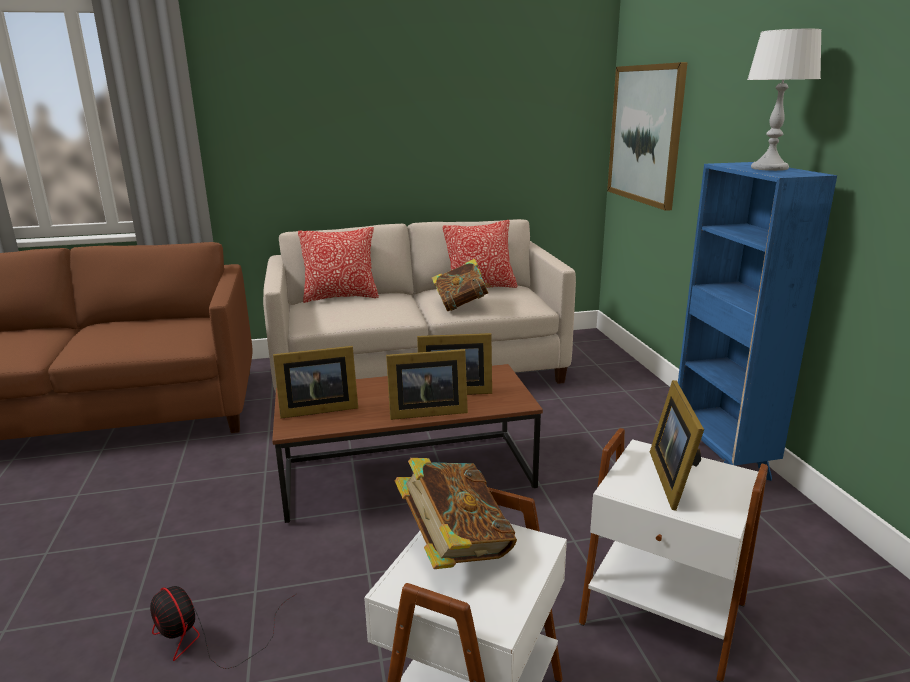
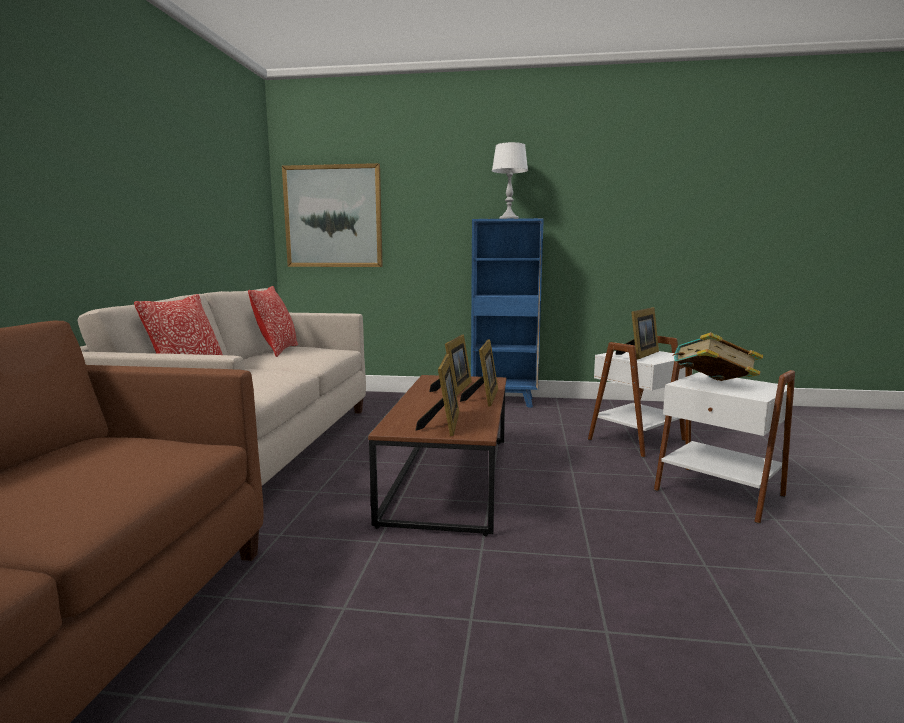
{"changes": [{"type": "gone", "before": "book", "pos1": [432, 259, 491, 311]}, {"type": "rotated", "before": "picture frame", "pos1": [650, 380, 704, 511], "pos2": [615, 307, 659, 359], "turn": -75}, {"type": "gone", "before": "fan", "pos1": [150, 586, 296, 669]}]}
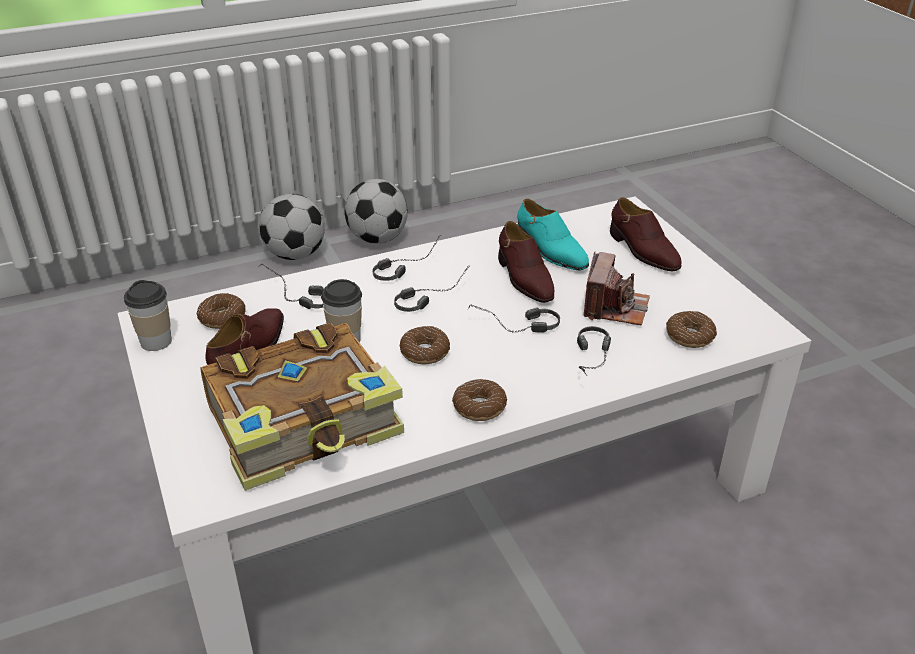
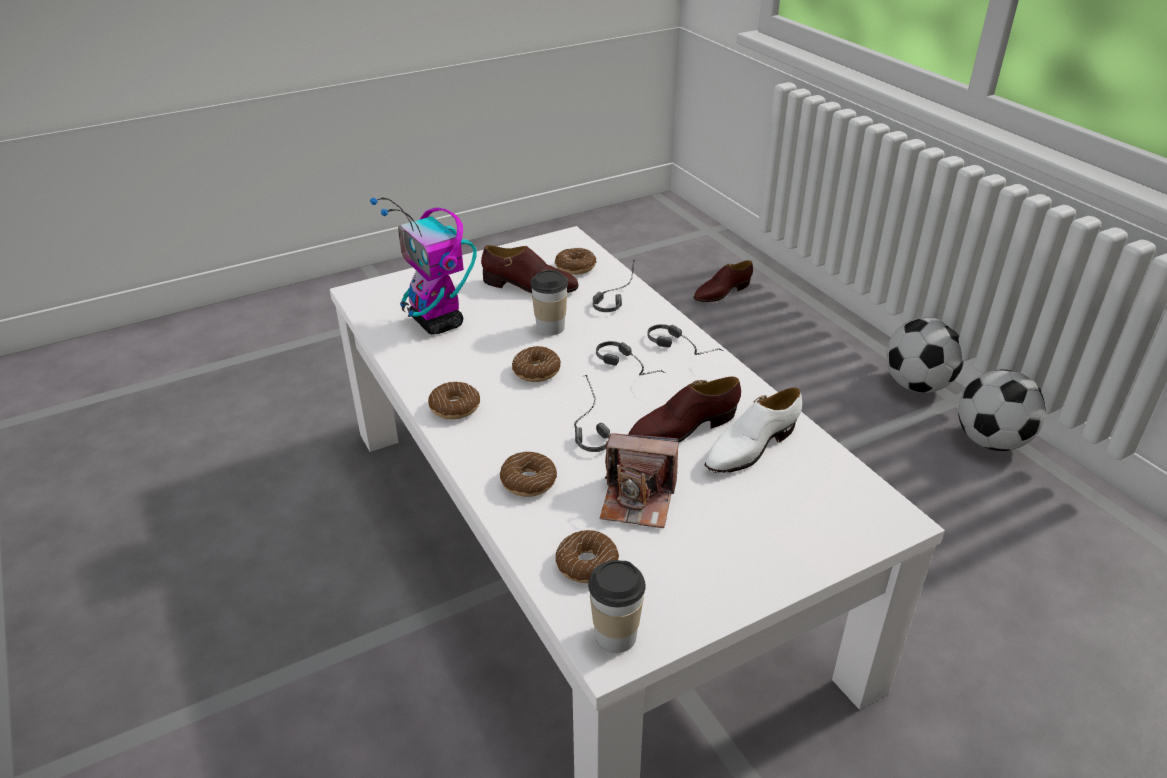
{"changes": [{"type": "shifted", "before": "brown shoe", "pos1": [610, 197, 682, 271], "pos2": [693, 260, 753, 302]}, {"type": "repainted", "before": "turquoise shoe", "after": "white shoe", "pos1": [517, 199, 589, 270], "pos2": [705, 387, 802, 473]}, {"type": "shifted", "before": "cup", "pos1": [124, 280, 172, 351], "pos2": [588, 560, 646, 653]}, {"type": "swapped", "before": "book", "after": "toy robot", "pos1": [200, 323, 404, 491], "pos2": [370, 197, 477, 334]}, {"type": "swapped", "before": "headphones", "after": "donut", "pos1": [577, 326, 611, 376], "pos2": [500, 452, 557, 497]}]}
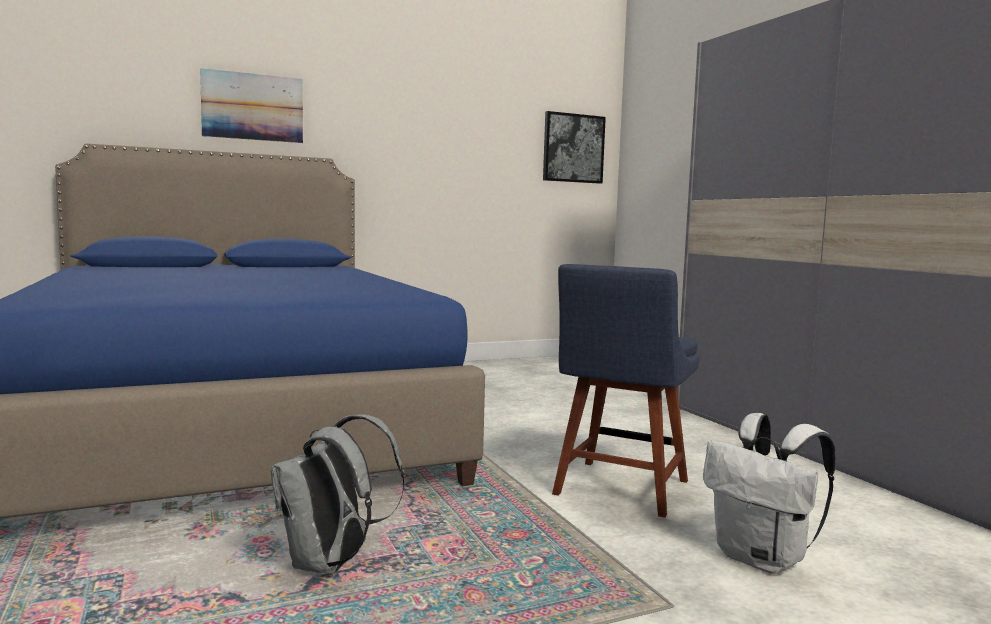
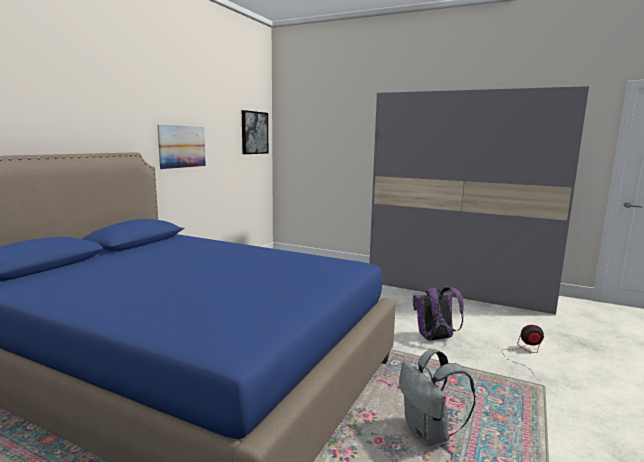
{"changes": [{"type": "shifted", "before": "picture", "pos1": [200, 68, 303, 143], "pos2": [157, 125, 206, 169]}, {"type": "swapped", "before": "blue chair", "after": "purple backpack", "pos1": [552, 264, 699, 518], "pos2": [413, 287, 464, 341]}, {"type": "swapped", "before": "white backpack", "after": "fan", "pos1": [703, 413, 836, 574], "pos2": [502, 325, 544, 374]}]}
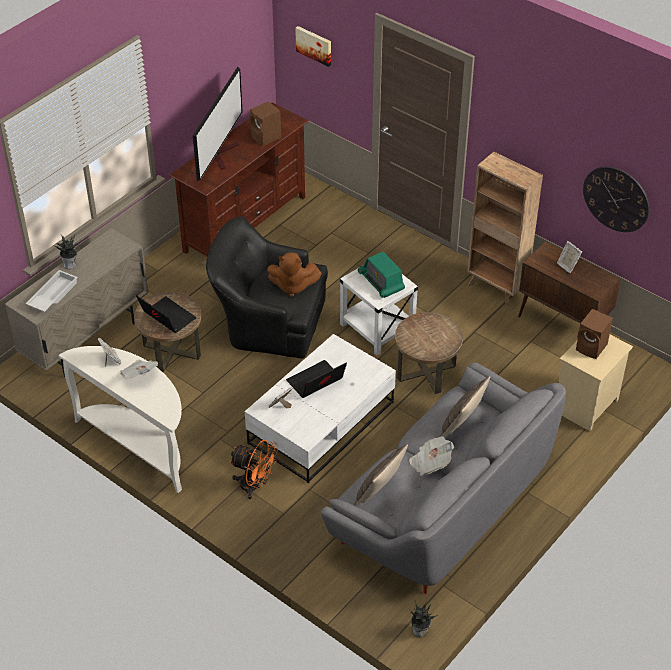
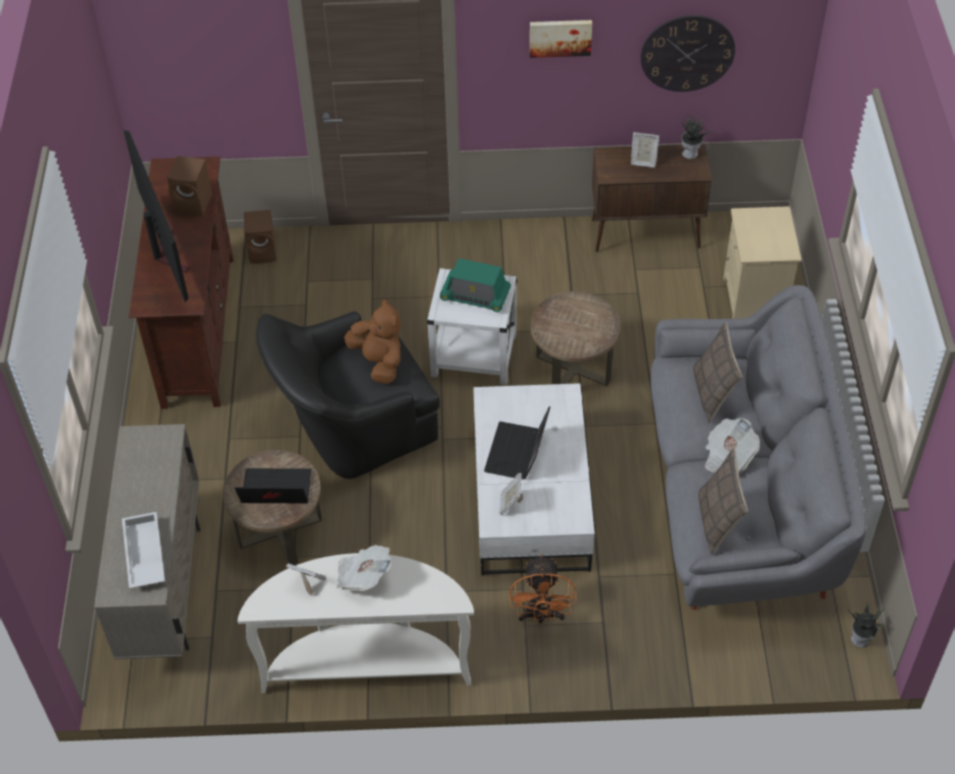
{"changes": [{"type": "shifted", "before": "picture", "pos1": [295, 26, 331, 67], "pos2": [530, 20, 592, 58]}, {"type": "gone", "before": "brown bookcase", "pos1": [467, 152, 543, 305]}, {"type": "shifted", "before": "potted plant", "pos1": [53, 235, 77, 269], "pos2": [681, 115, 712, 159]}, {"type": "rotated", "before": "brown plush toy", "pos1": [267, 253, 322, 297], "pos2": [344, 299, 401, 384], "turn": -90}, {"type": "shifted", "before": "brown speaker", "pos1": [576, 309, 613, 359], "pos2": [244, 210, 276, 264]}, {"type": "rotated", "before": "orange fan", "pos1": [229, 440, 278, 499], "pos2": [509, 554, 576, 623], "turn": 105}]}
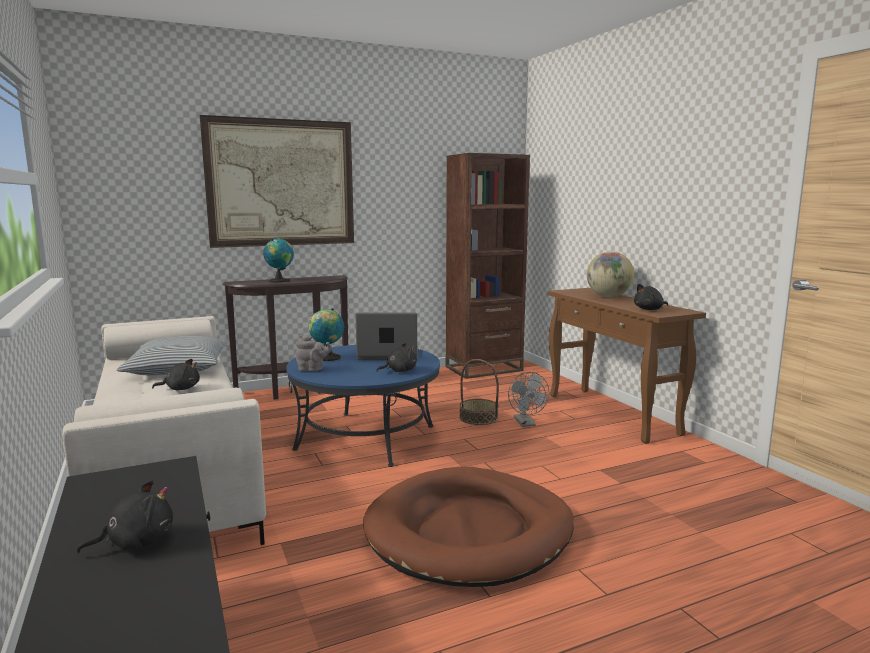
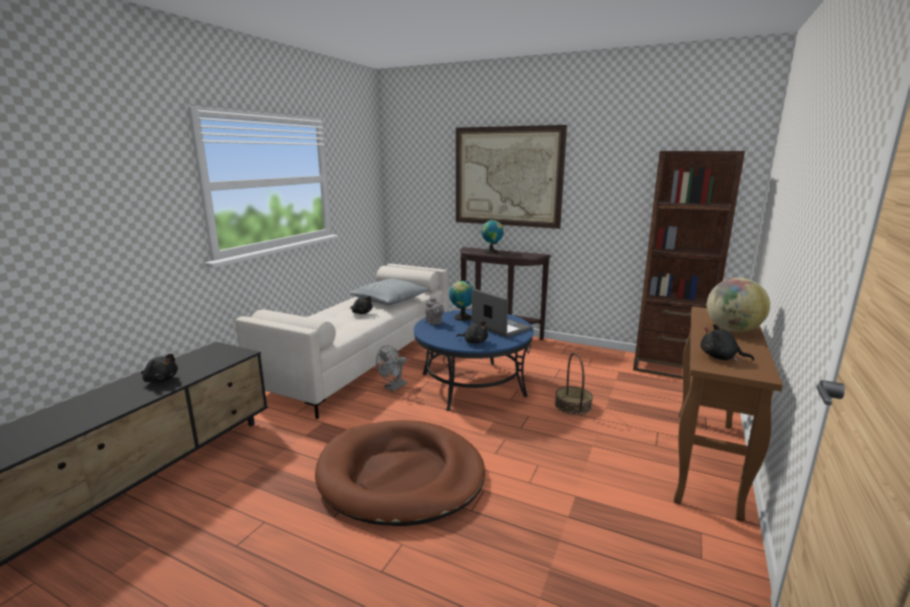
{"changes": [{"type": "shifted", "before": "grey fan", "pos1": [508, 372, 549, 427], "pos2": [376, 345, 407, 391]}]}
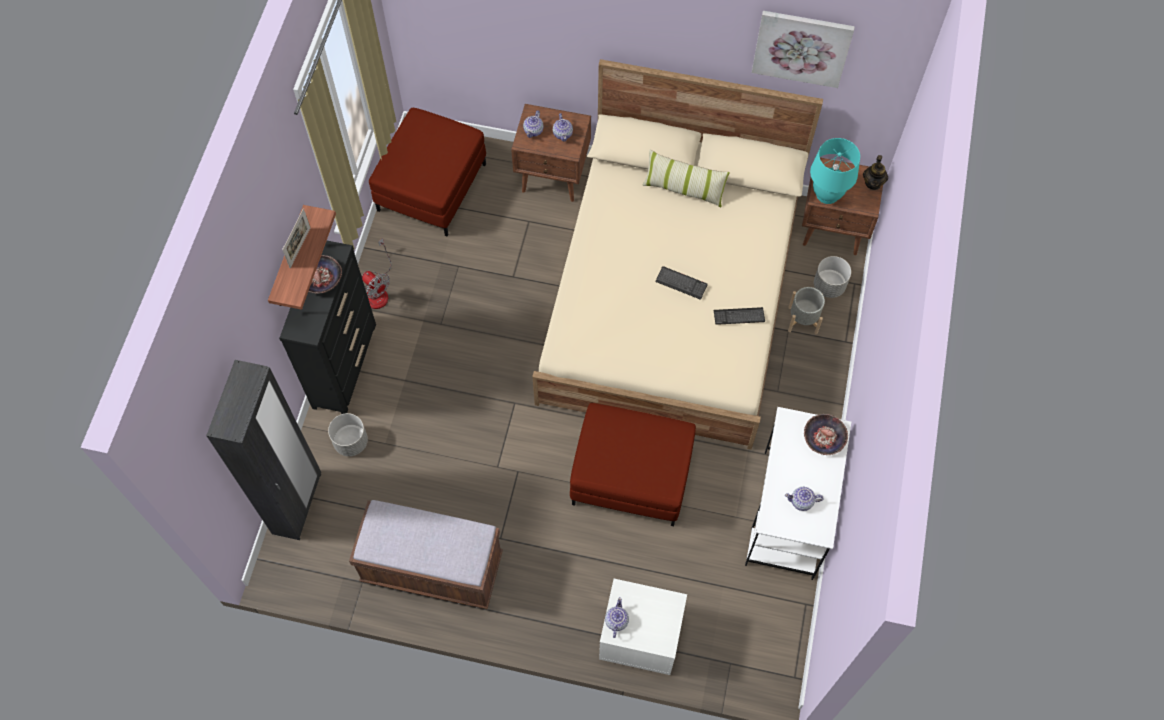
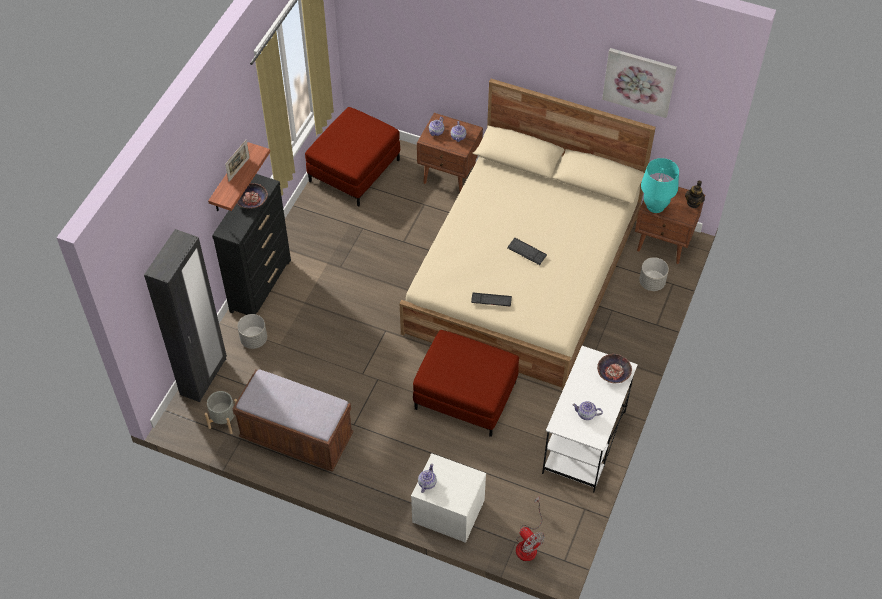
{"changes": [{"type": "gone", "before": "pillow", "pos1": [642, 150, 730, 207]}, {"type": "shifted", "before": "fan", "pos1": [362, 238, 391, 309], "pos2": [516, 496, 545, 561]}, {"type": "shifted", "before": "grey planter", "pos1": [788, 287, 825, 334], "pos2": [205, 391, 237, 434]}, {"type": "shifted", "before": "keyboard", "pos1": [714, 307, 765, 325], "pos2": [471, 292, 512, 306]}]}
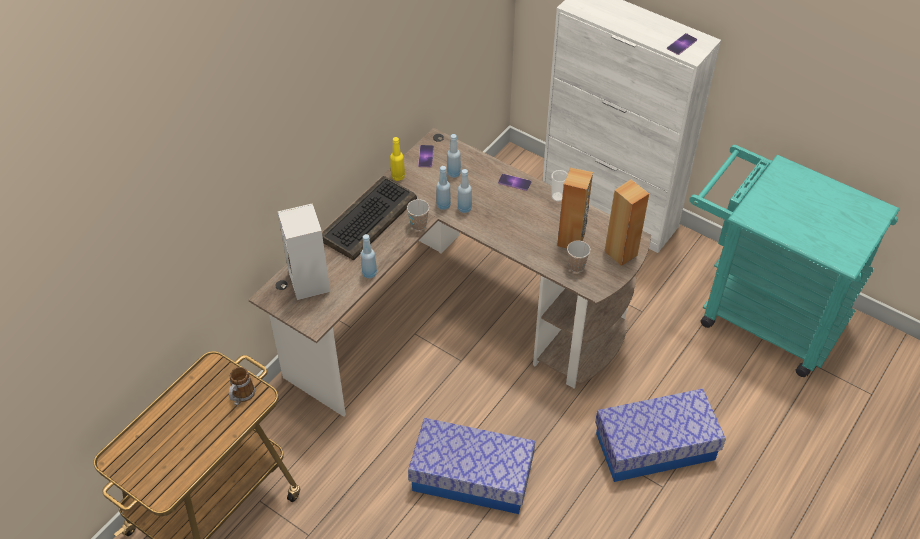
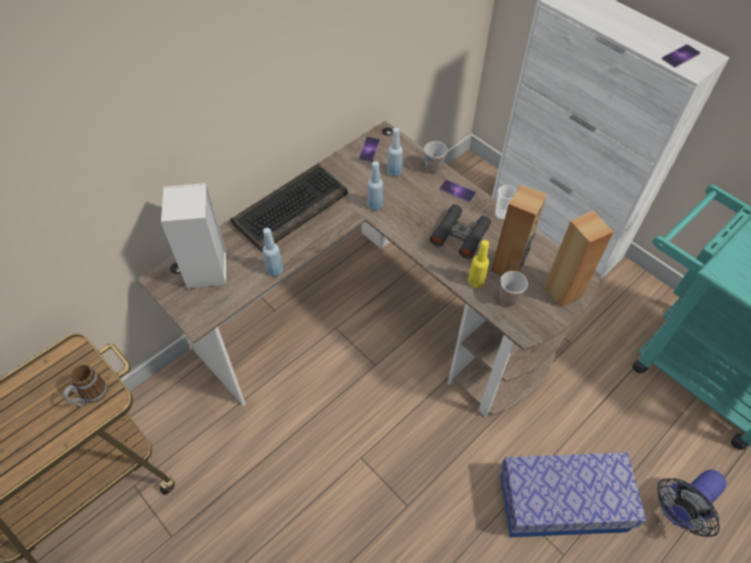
{"changes": [{"type": "shifted", "before": "yellow bottle", "pos1": [390, 137, 405, 181], "pos2": [468, 240, 489, 288]}, {"type": "gone", "before": "blue bottle", "pos1": [458, 169, 472, 213]}, {"type": "shifted", "before": "cup", "pos1": [407, 199, 429, 230], "pos2": [424, 141, 447, 174]}, {"type": "gone", "before": "storage box", "pos1": [408, 418, 535, 514]}, {"type": "new", "after": "black binoculars", "pos2": [430, 204, 491, 259]}, {"type": "new", "after": "fan", "pos2": [657, 470, 726, 537]}]}
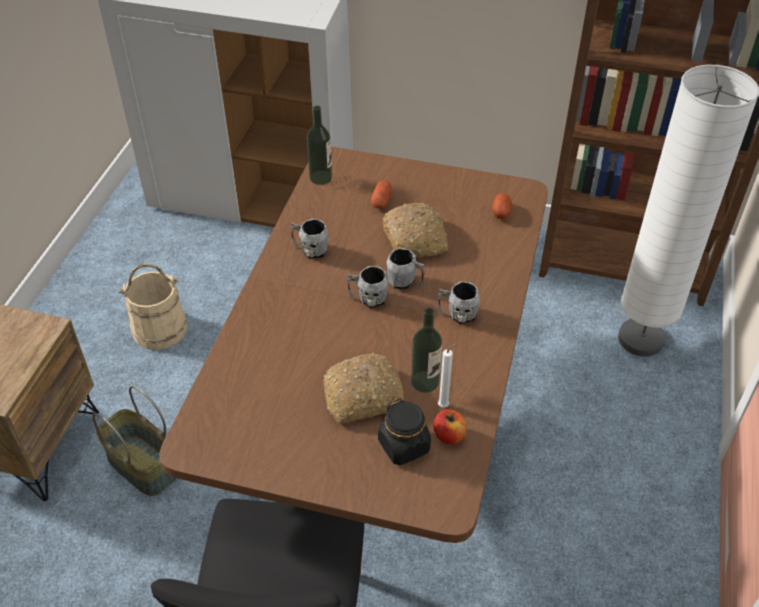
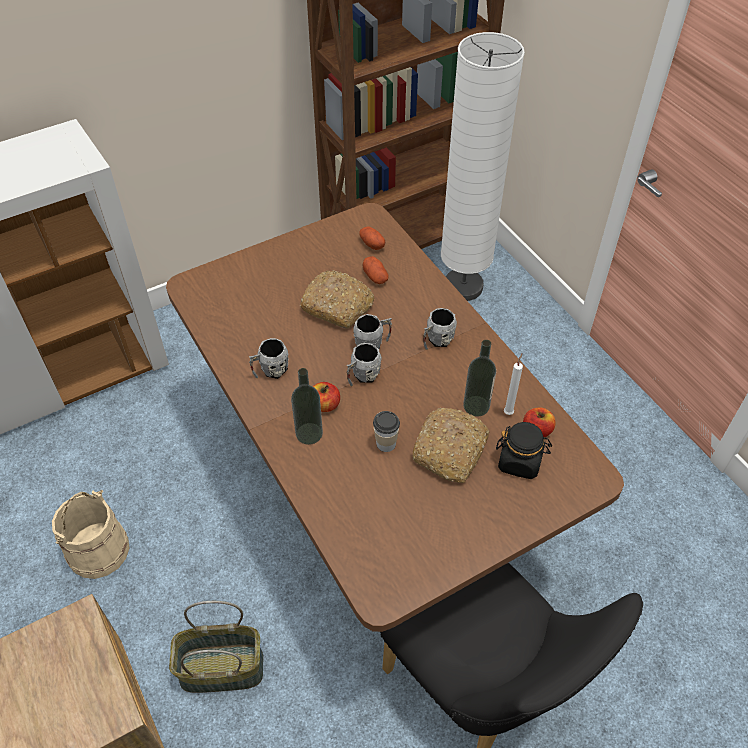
{"changes": [{"type": "shifted", "before": "bottle", "pos1": [307, 106, 332, 185], "pos2": [291, 368, 323, 445]}, {"type": "shifted", "before": "potato", "pos1": [371, 181, 392, 208], "pos2": [362, 256, 388, 284]}, {"type": "new", "after": "apple", "pos2": [313, 382, 340, 412]}, {"type": "new", "after": "cup", "pos2": [373, 411, 400, 452]}]}
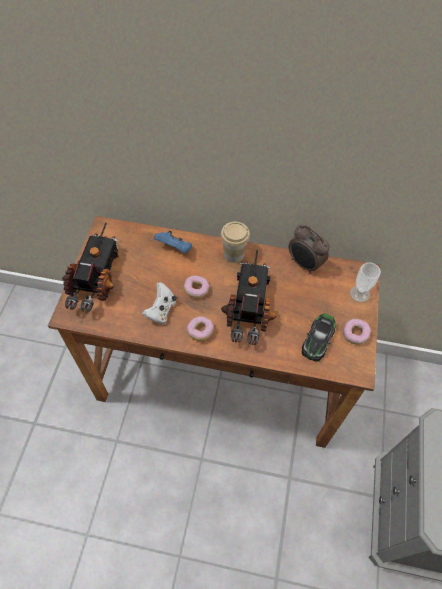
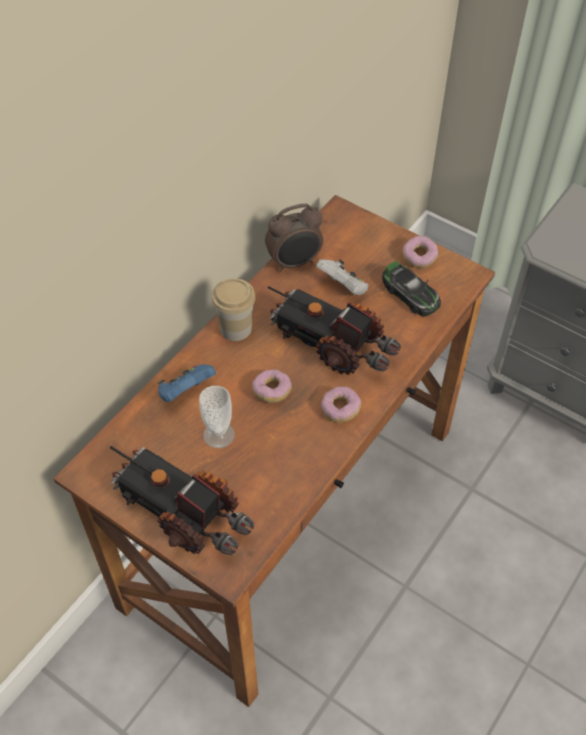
{"changes": [{"type": "shifted", "before": "cup", "pos1": [350, 263, 381, 302], "pos2": [199, 386, 235, 448]}, {"type": "shifted", "before": "white game controller", "pos1": [142, 282, 176, 324], "pos2": [316, 259, 368, 295]}]}
